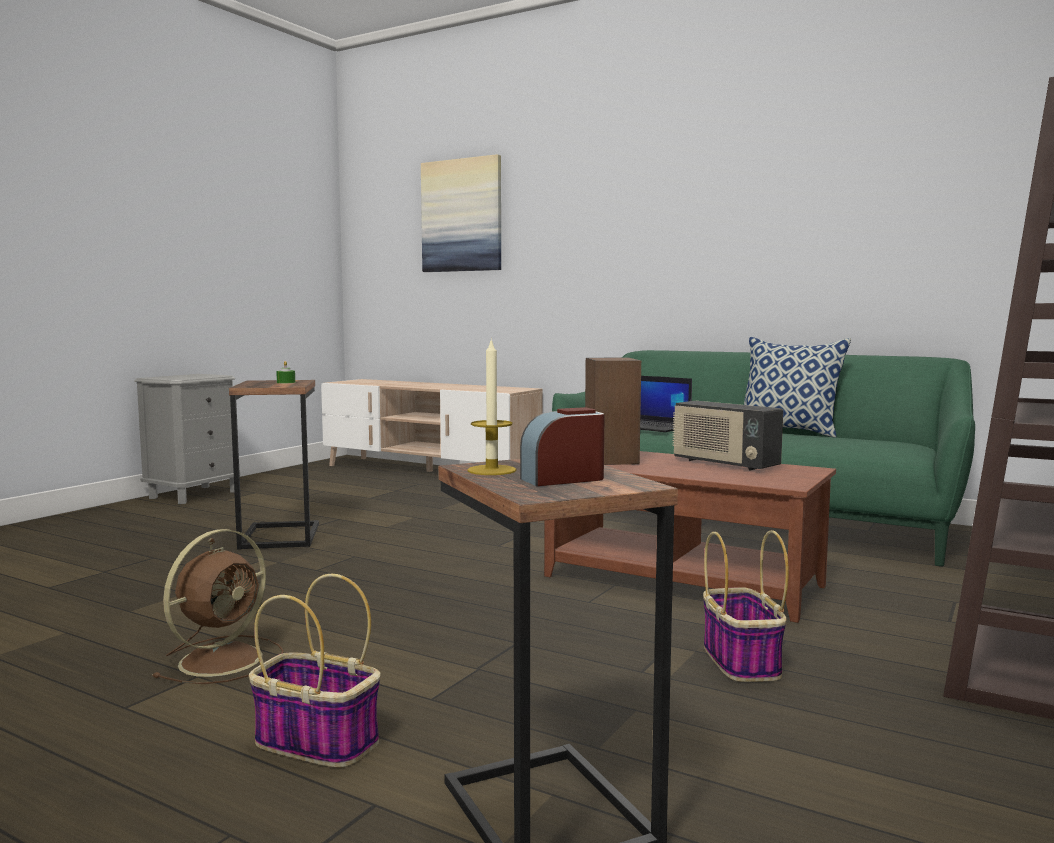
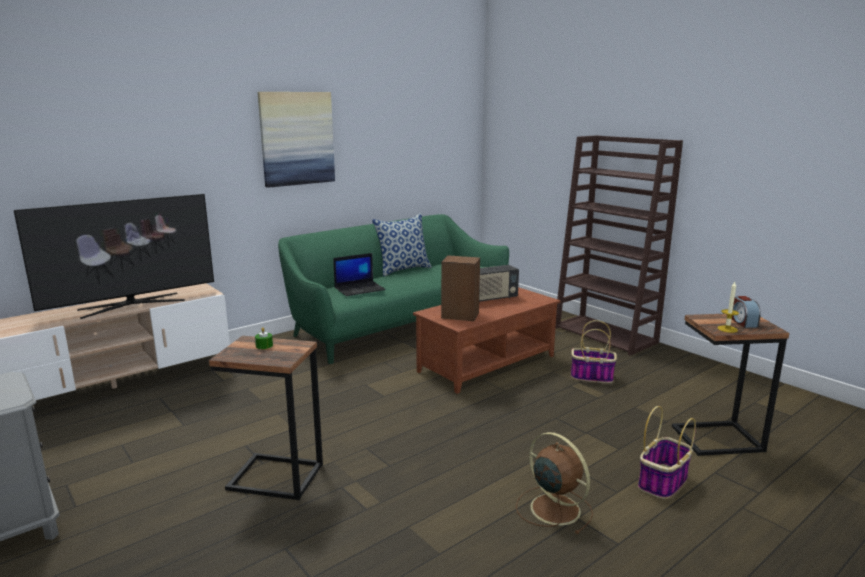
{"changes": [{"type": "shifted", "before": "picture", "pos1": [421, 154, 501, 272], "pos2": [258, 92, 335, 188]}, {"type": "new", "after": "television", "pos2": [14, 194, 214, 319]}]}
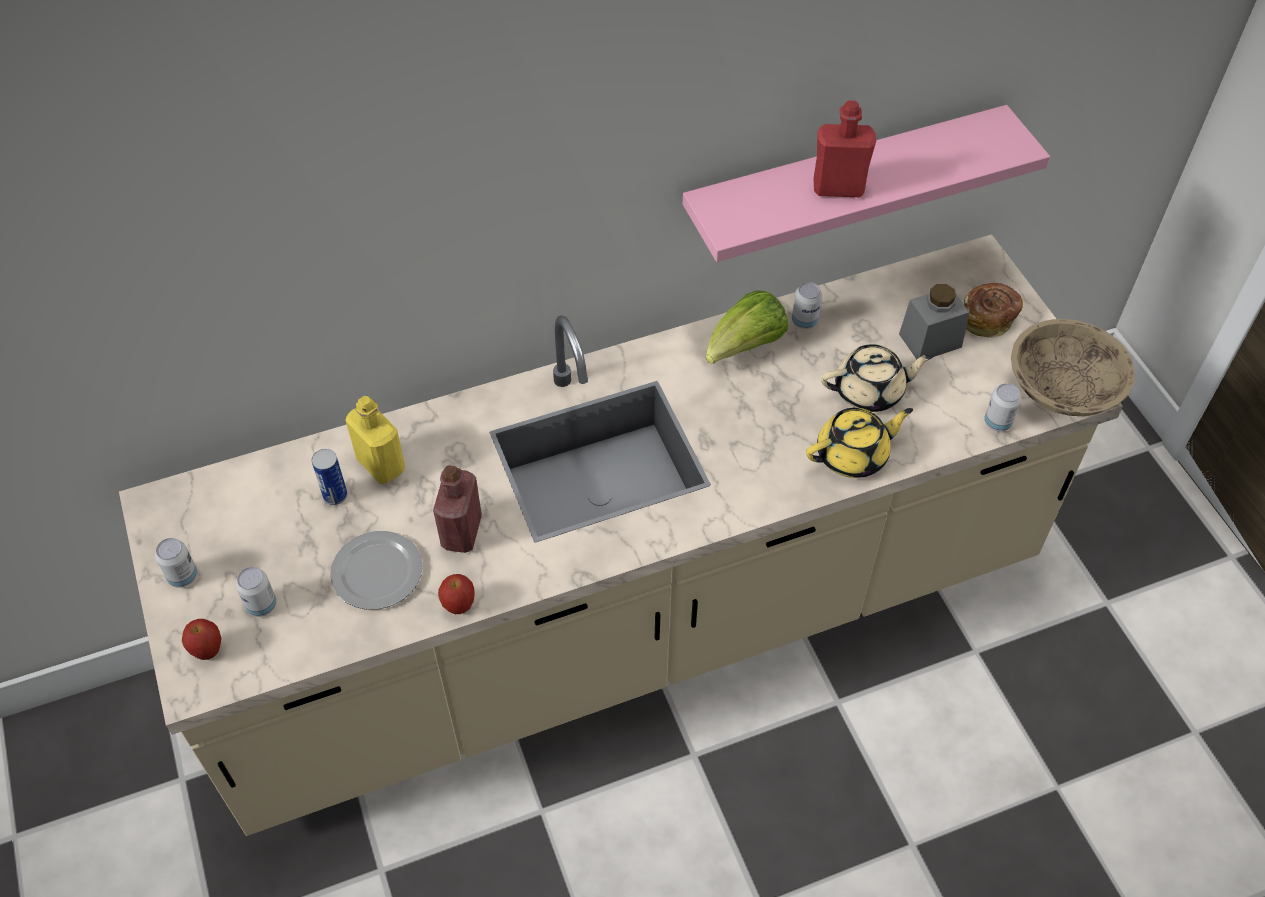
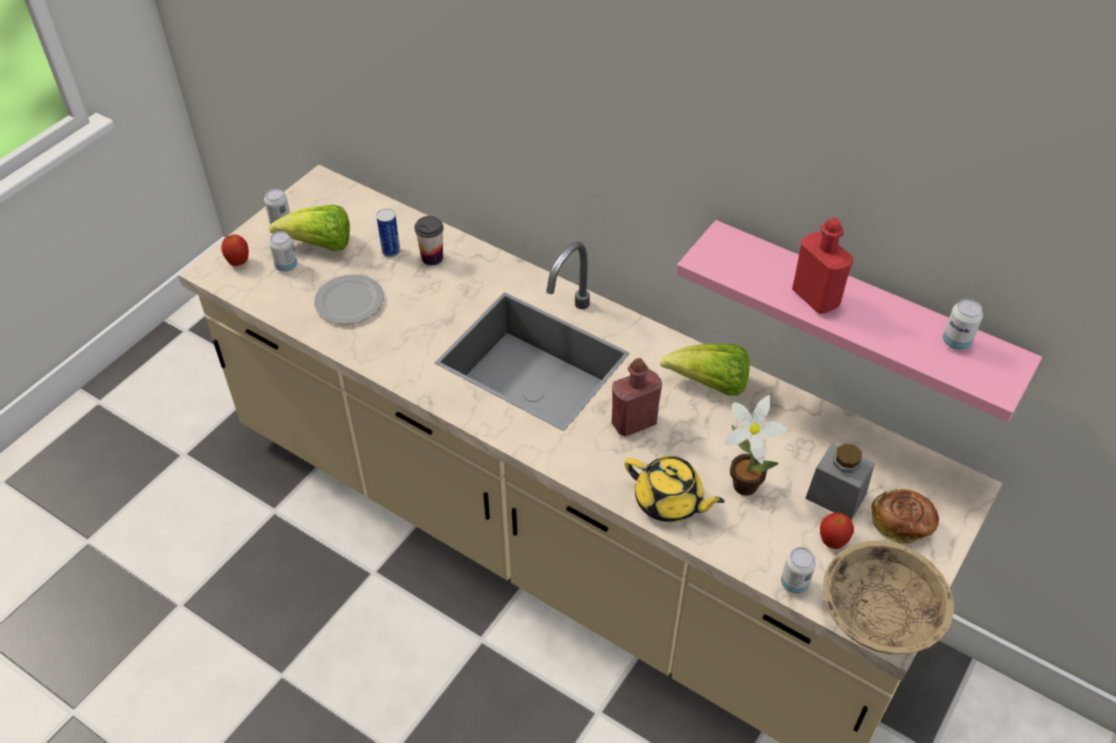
{"changes": [{"type": "shifted", "before": "can", "pos1": [792, 282, 822, 329], "pos2": [943, 299, 983, 351]}, {"type": "swapped", "before": "beige teapot", "after": "potted plant", "pos1": [821, 344, 934, 412], "pos2": [724, 395, 789, 496]}, {"type": "swapped", "before": "yellow bottle", "after": "cup", "pos1": [345, 396, 405, 484], "pos2": [414, 216, 444, 265]}, {"type": "shifted", "before": "red bottle", "pos1": [433, 465, 482, 553], "pos2": [612, 358, 662, 437]}, {"type": "shifted", "before": "apple", "pos1": [438, 574, 475, 614], "pos2": [820, 513, 854, 549]}, {"type": "new", "after": "lettuce", "pos2": [269, 205, 350, 251]}]}
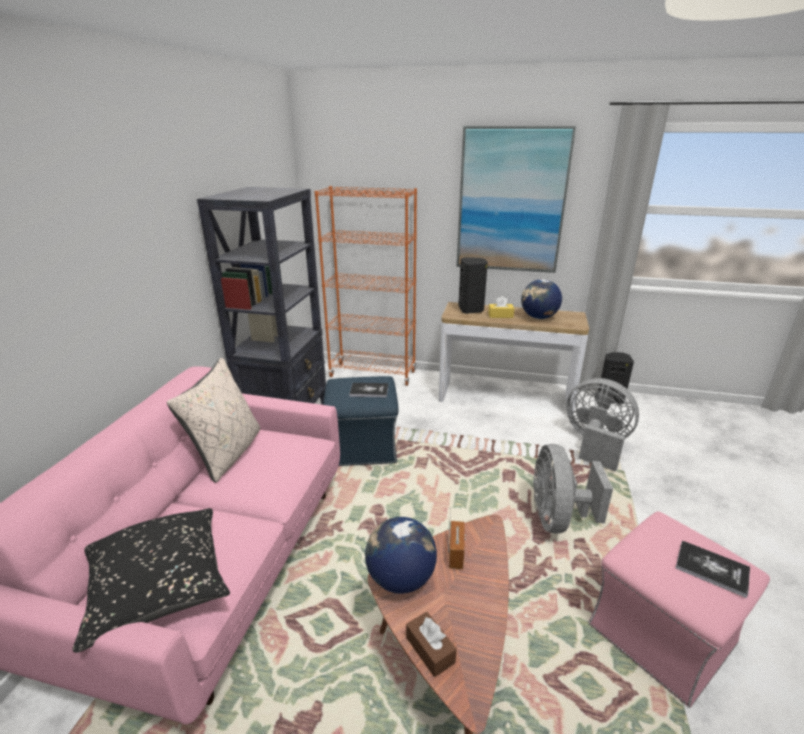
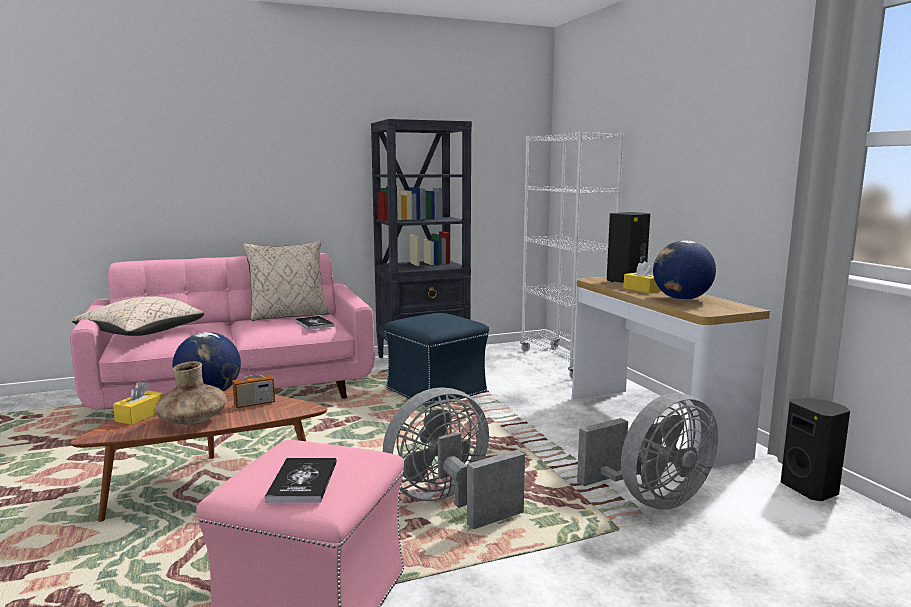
{"changes": [{"type": "gone", "before": "picture", "pos1": [457, 126, 576, 273]}, {"type": "repainted", "before": "orange bookcase", "after": "white bookcase", "pos1": [315, 186, 417, 386], "pos2": [520, 131, 624, 379]}, {"type": "rotated", "before": "grey fan", "pos1": [566, 378, 639, 472], "pos2": [577, 393, 718, 510], "turn": 60}, {"type": "shifted", "before": "book", "pos1": [349, 383, 388, 397], "pos2": [295, 316, 334, 330]}, {"type": "repainted", "before": "black pillow", "after": "beige pillow", "pos1": [73, 508, 230, 653], "pos2": [72, 296, 204, 336]}, {"type": "repainted", "before": "brown tissue box", "after": "yellow tissue box", "pos1": [406, 612, 457, 677], "pos2": [113, 381, 164, 425]}, {"type": "new", "after": "brown vase", "pos2": [155, 361, 227, 426]}]}
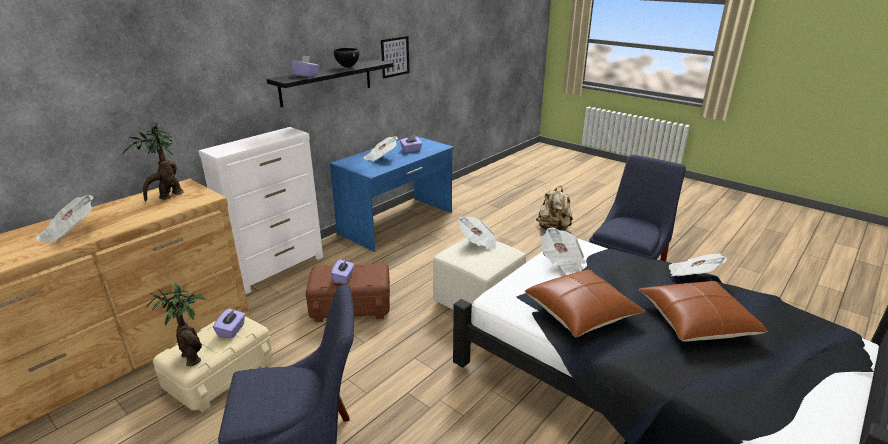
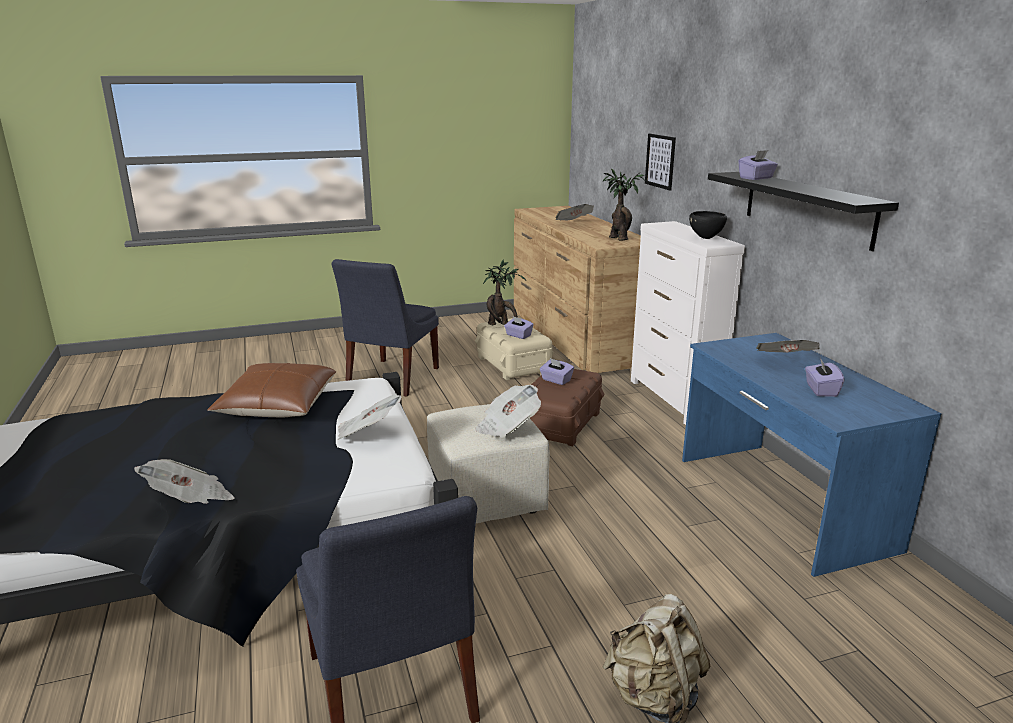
{"changes": [{"type": "shifted", "before": "picture", "pos1": [381, 36, 410, 79], "pos2": [645, 134, 676, 190]}, {"type": "shifted", "before": "black bowl", "pos1": [334, 48, 360, 68], "pos2": [689, 211, 727, 239]}, {"type": "gone", "before": "brown pillow", "pos1": [639, 281, 768, 342]}]}
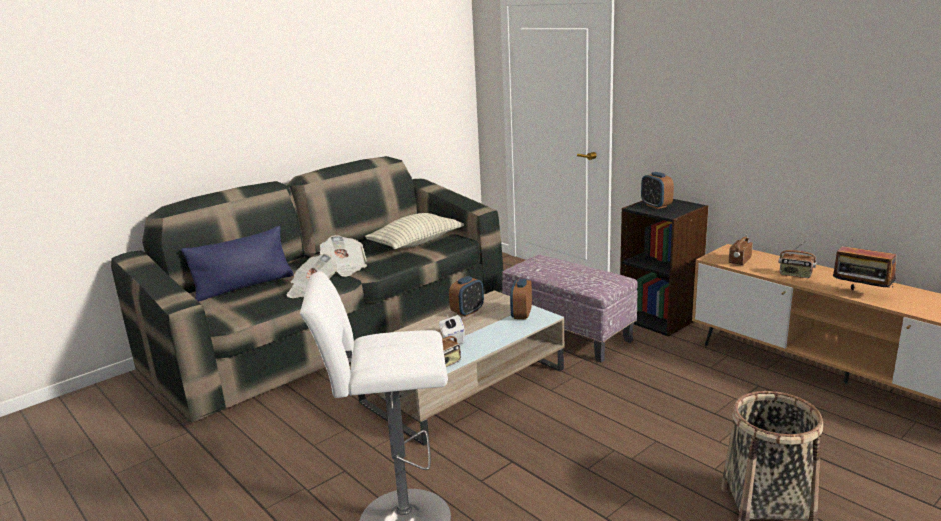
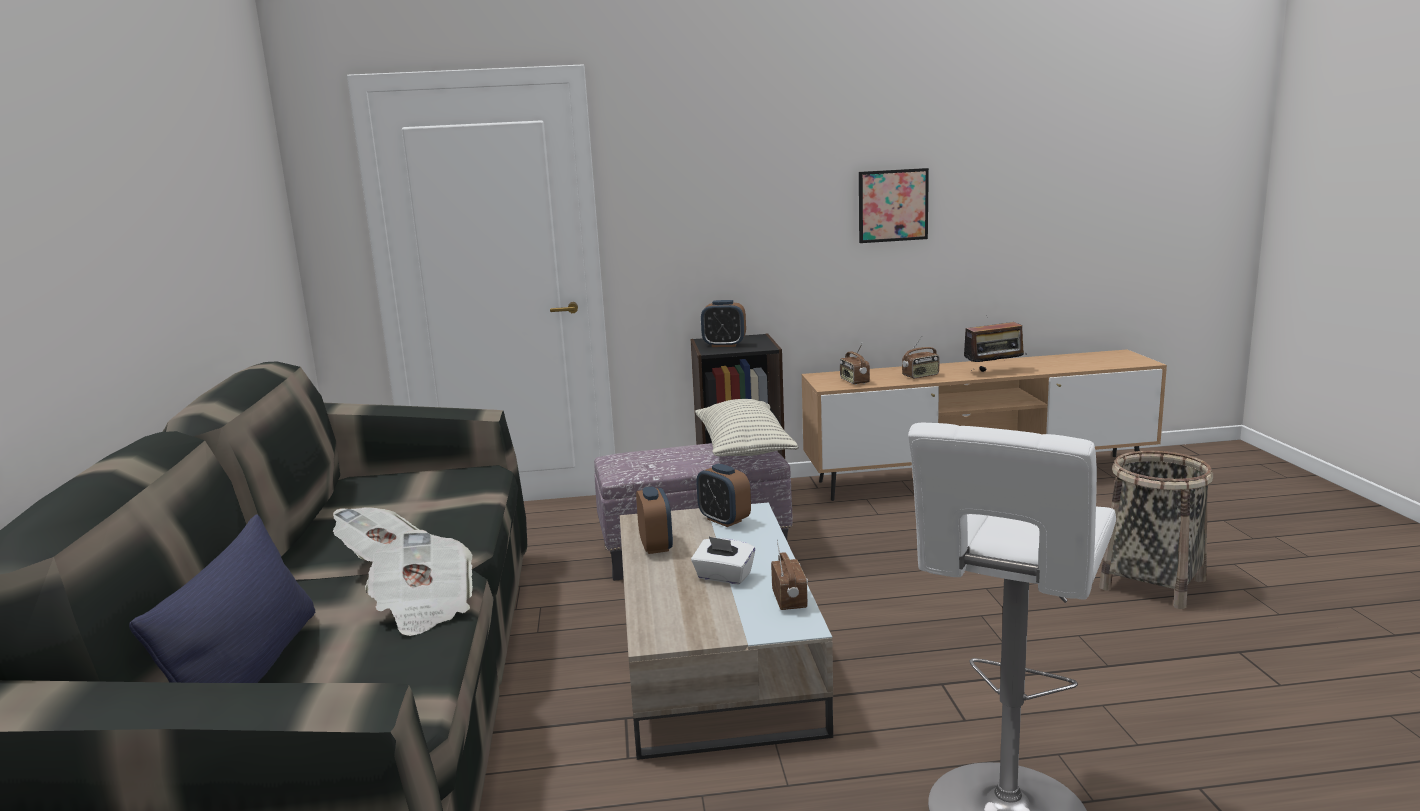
{"changes": [{"type": "shifted", "before": "pillow", "pos1": [365, 213, 464, 249], "pos2": [695, 399, 799, 456]}, {"type": "new", "after": "picture", "pos2": [859, 168, 929, 243]}]}
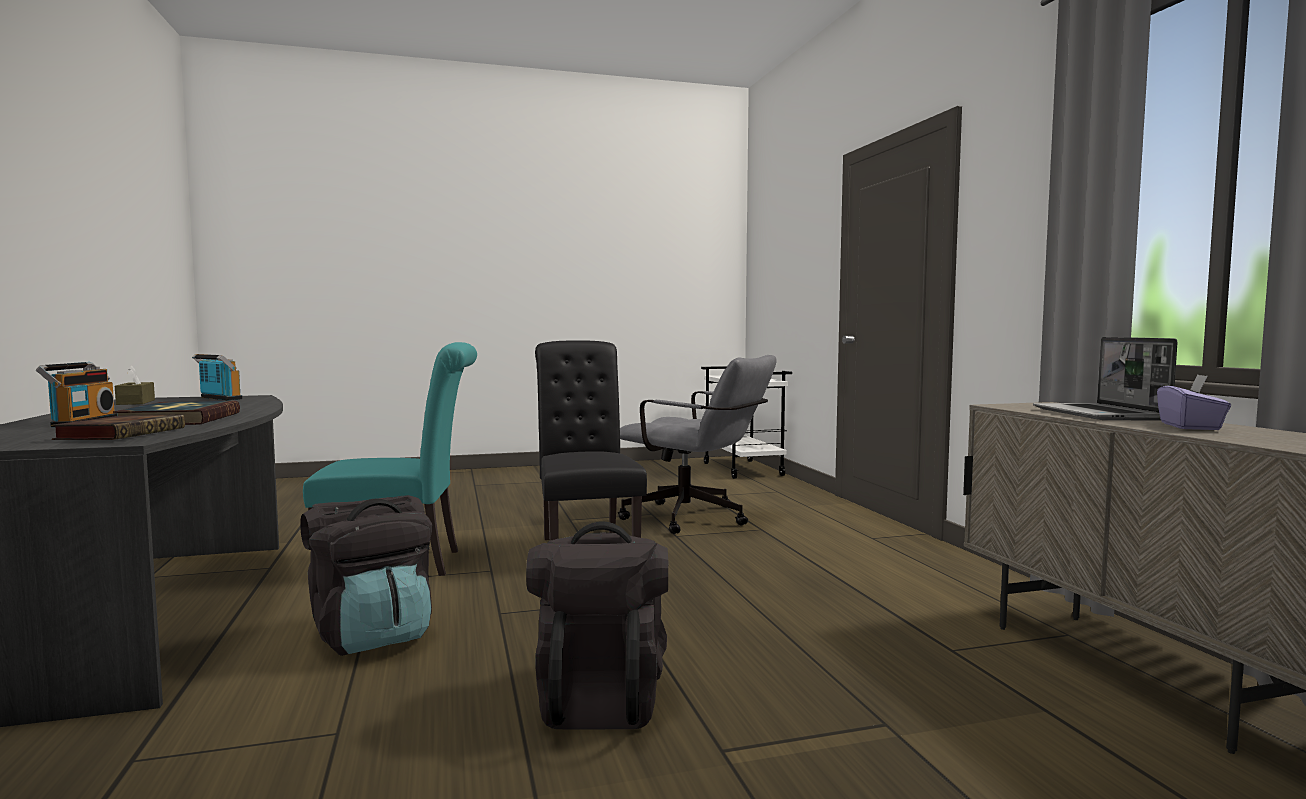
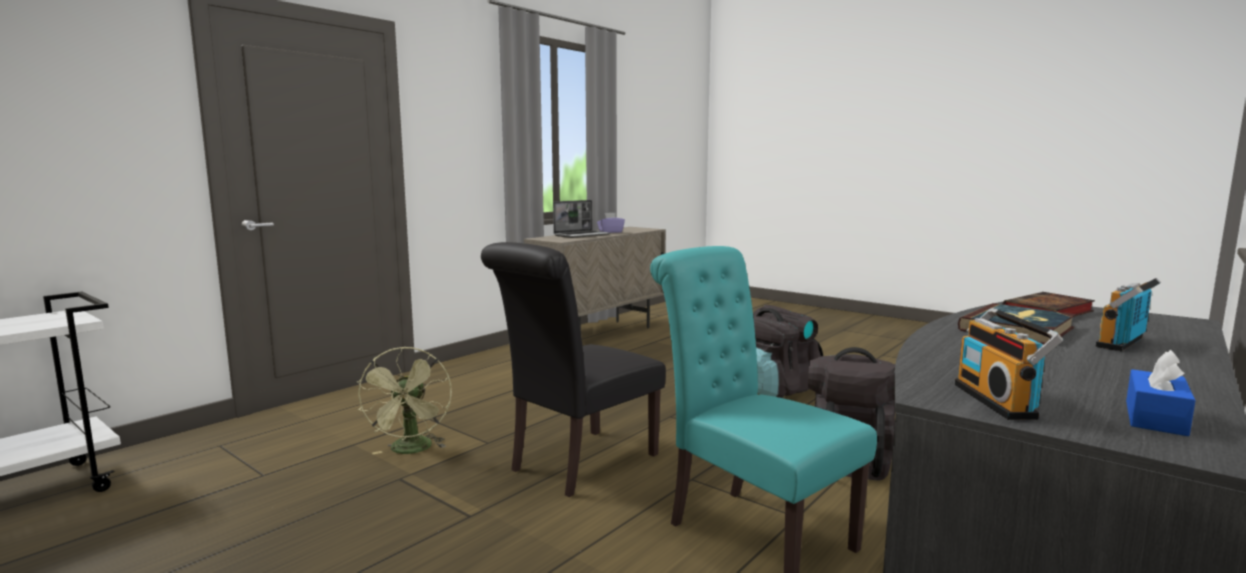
{"changes": [{"type": "swapped", "before": "grey office chair", "after": "green fan", "pos1": [618, 355, 777, 534], "pos2": [357, 346, 452, 454]}, {"type": "repainted", "before": "brown tissue box", "after": "blue tissue box", "pos1": [115, 366, 155, 405], "pos2": [1126, 350, 1196, 436]}]}
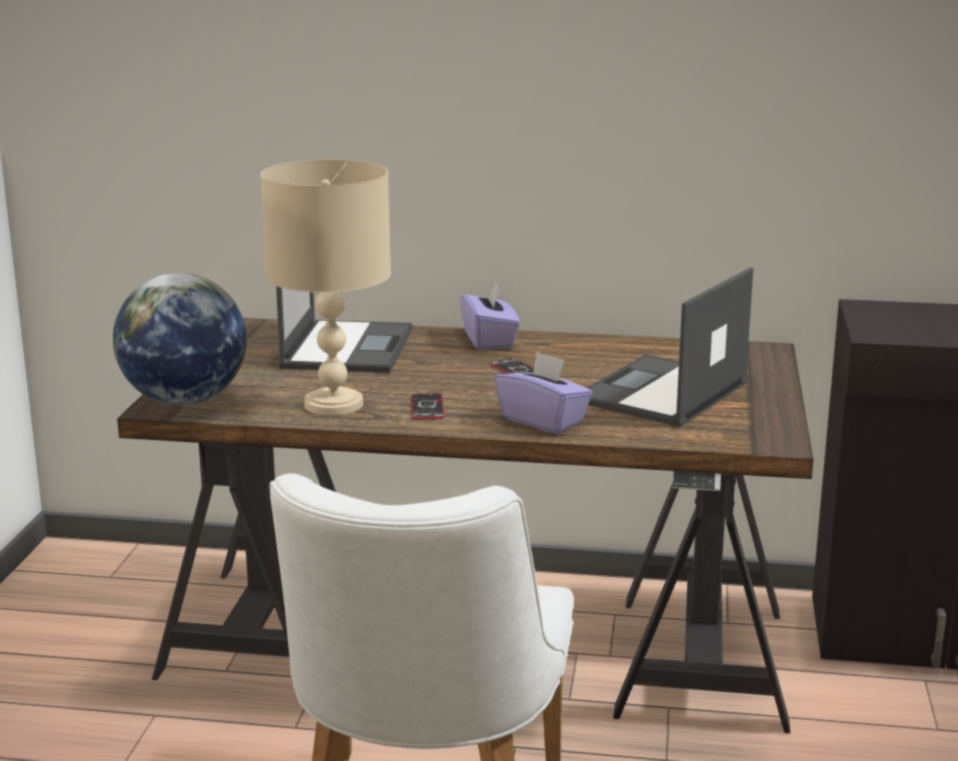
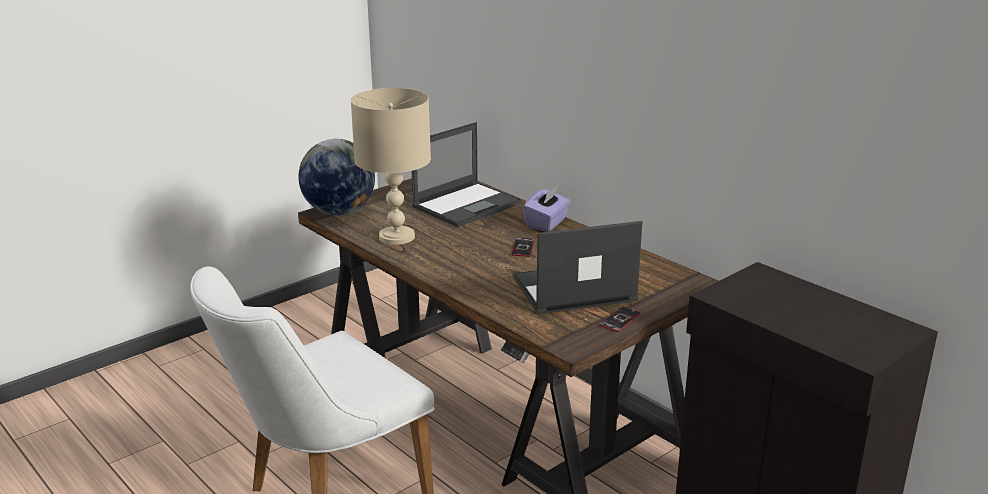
{"changes": [{"type": "gone", "before": "purple tissue box", "pos1": [495, 351, 593, 434]}, {"type": "shifted", "before": "phone", "pos1": [411, 393, 444, 419], "pos2": [599, 307, 641, 332]}]}
